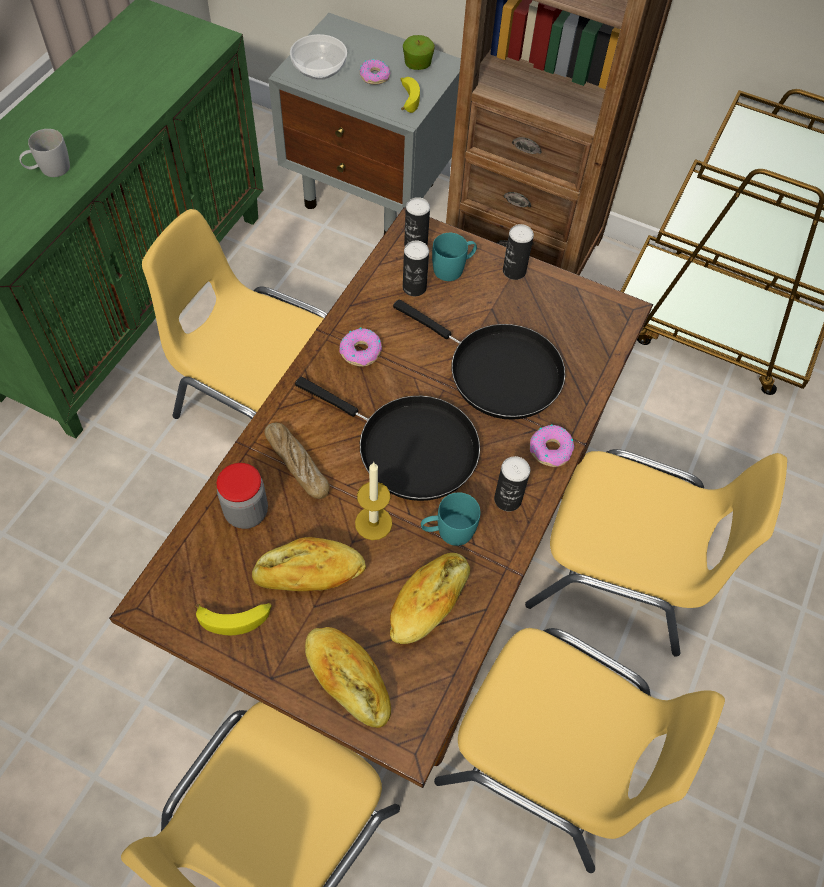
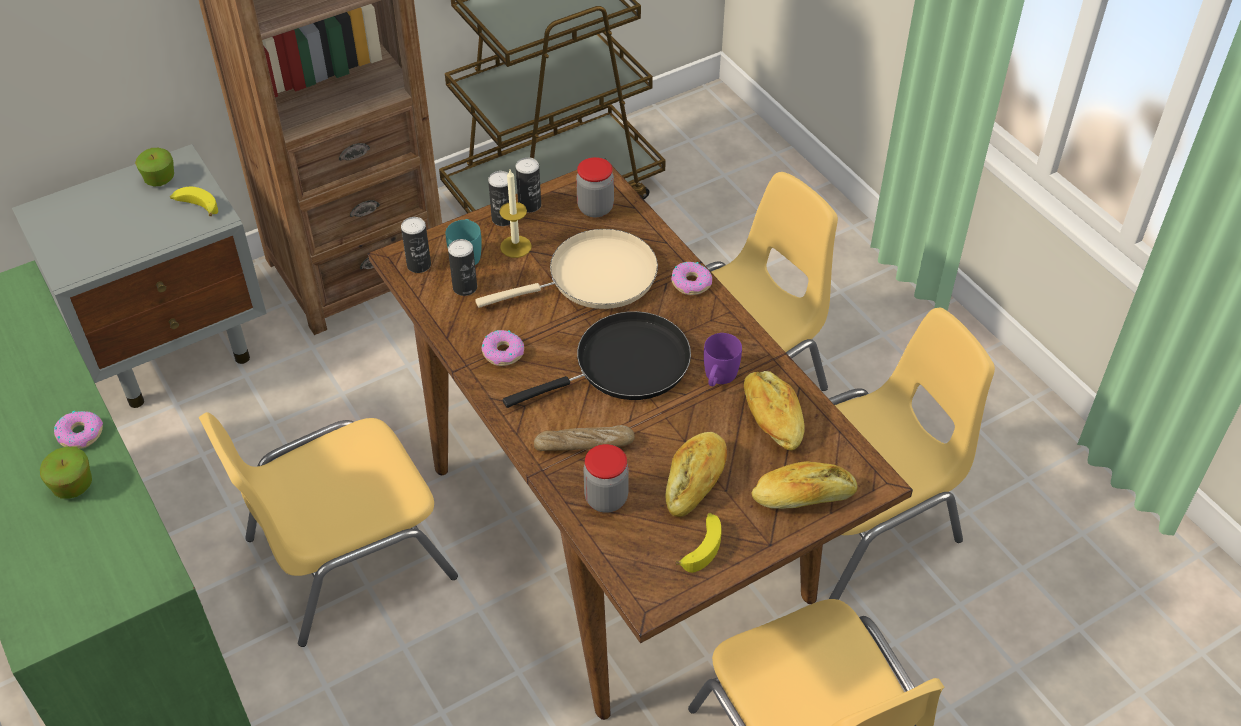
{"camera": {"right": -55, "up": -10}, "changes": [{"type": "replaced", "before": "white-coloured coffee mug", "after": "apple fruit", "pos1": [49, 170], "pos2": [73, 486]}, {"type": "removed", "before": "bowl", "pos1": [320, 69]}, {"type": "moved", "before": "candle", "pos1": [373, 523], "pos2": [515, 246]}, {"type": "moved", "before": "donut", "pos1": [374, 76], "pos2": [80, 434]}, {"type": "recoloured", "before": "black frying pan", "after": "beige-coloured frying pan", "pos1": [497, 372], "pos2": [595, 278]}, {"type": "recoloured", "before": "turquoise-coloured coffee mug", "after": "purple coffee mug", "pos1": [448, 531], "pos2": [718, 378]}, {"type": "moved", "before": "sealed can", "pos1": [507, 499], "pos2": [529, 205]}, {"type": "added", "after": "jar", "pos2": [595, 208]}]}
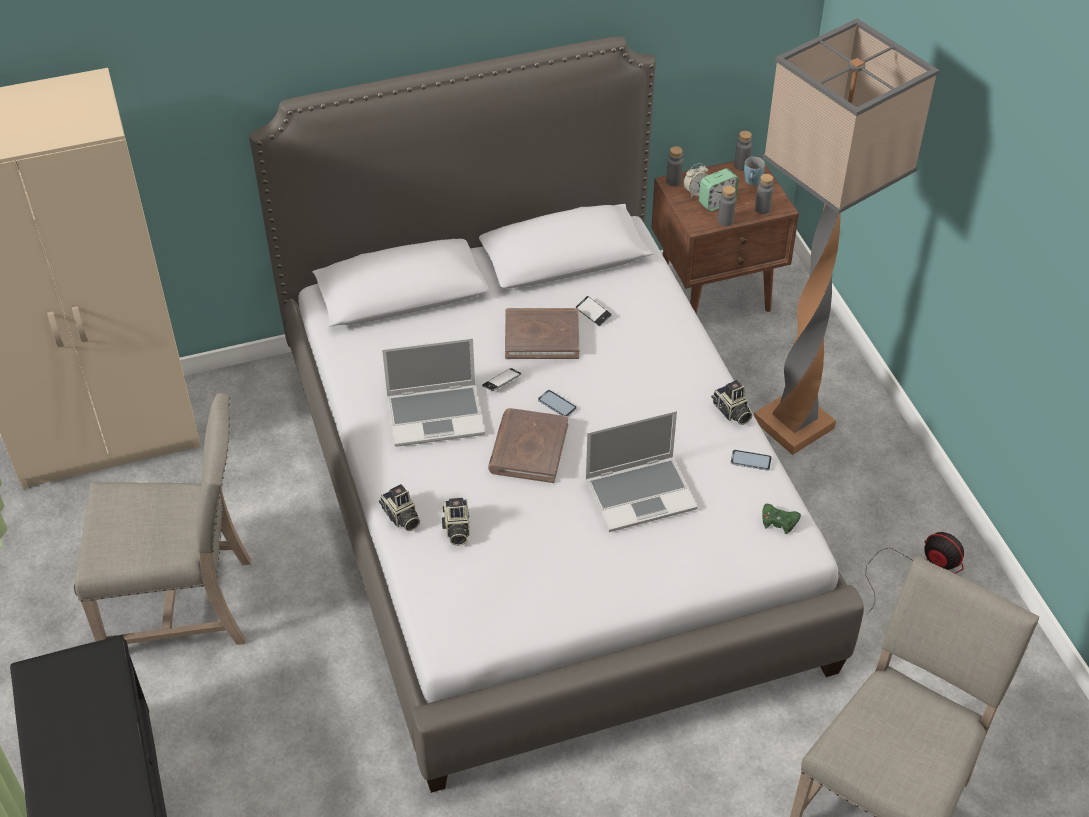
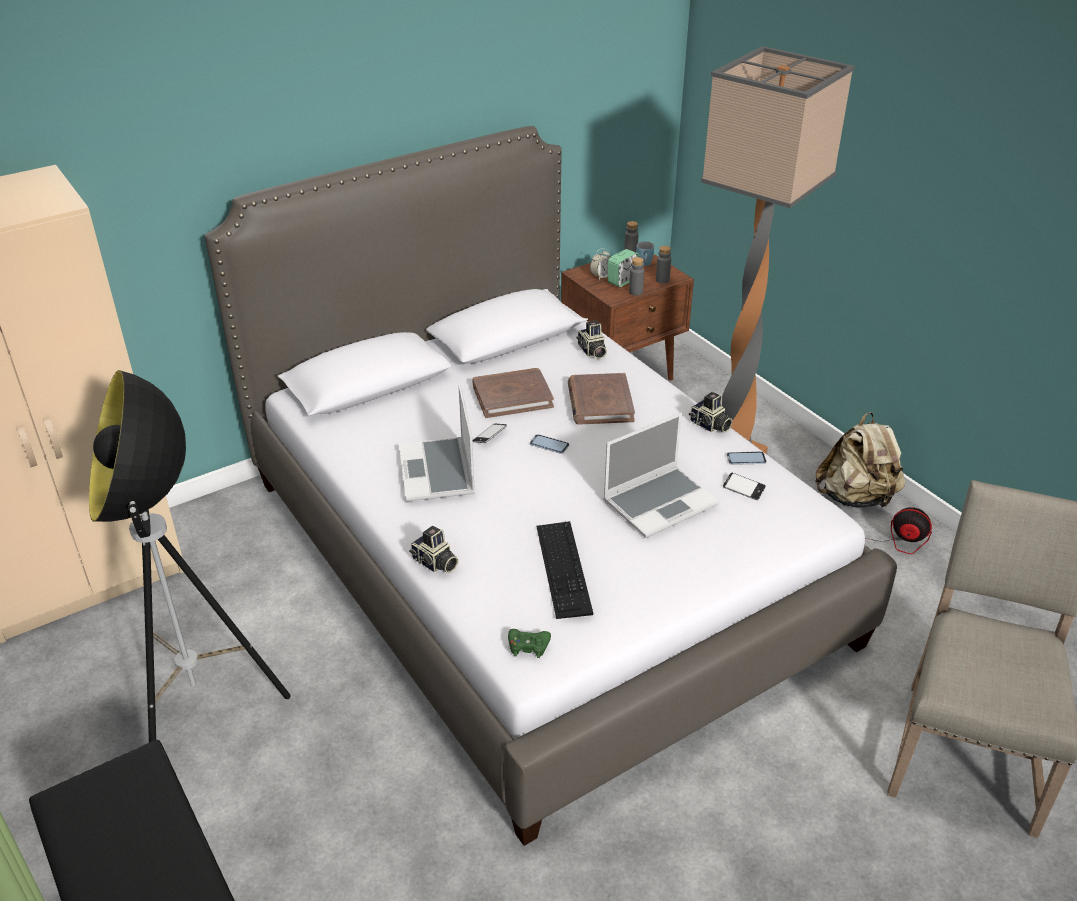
{"camera": {"right": -15, "up": -10}, "changes": [{"type": "replaced", "before": "beige-coloured chair", "after": "standard lamp", "pos1": [184, 604], "pos2": [204, 717]}, {"type": "turned", "before": "laptop", "pos1": [436, 415], "pos2": [438, 472], "turn": 105}, {"type": "moved", "before": "photo camera", "pos1": [456, 529], "pos2": [591, 351]}, {"type": "moved", "before": "brownish bound book", "pos1": [528, 448], "pos2": [600, 402]}, {"type": "moved", "before": "phone", "pos1": [593, 313], "pos2": [743, 489]}, {"type": "removed", "before": "grey drink bottle", "pos1": [673, 181]}, {"type": "moved", "before": "green-coloured gamepad", "pos1": [779, 521], "pos2": [528, 646]}, {"type": "added", "after": "keyboard", "pos2": [563, 568]}, {"type": "added", "after": "beige-coloured knapsack", "pos2": [856, 497]}]}
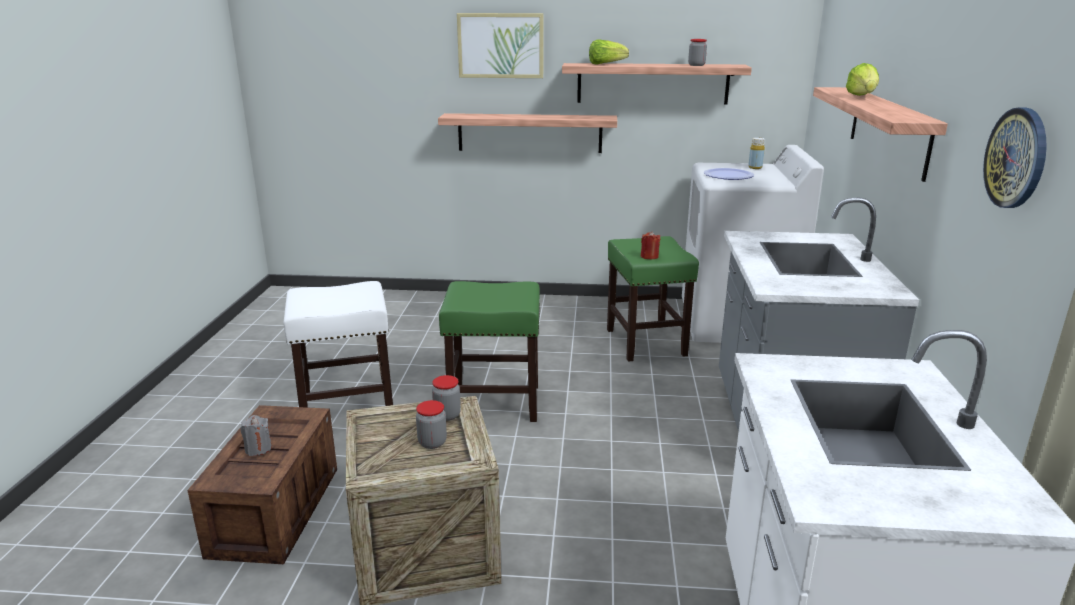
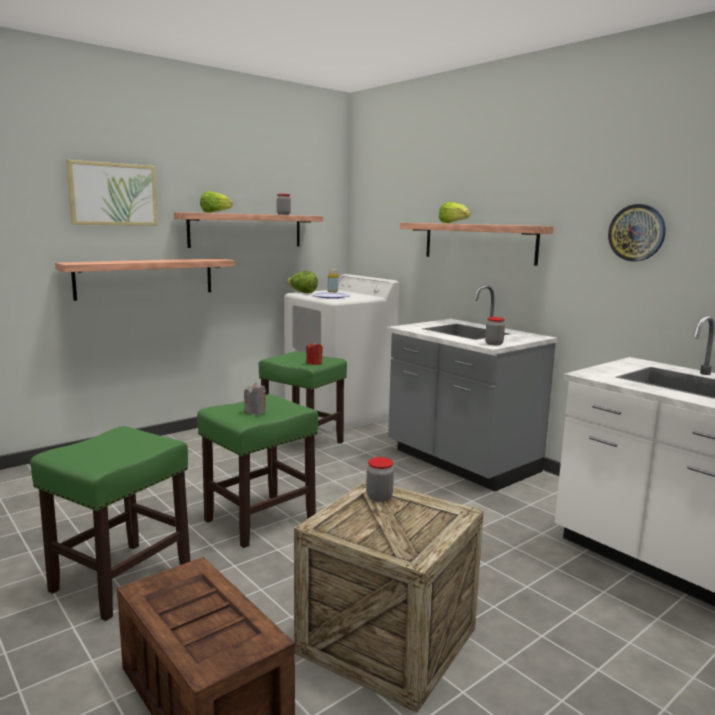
{"camera": {"right": -45, "up": -10}, "changes": [{"type": "moved", "before": "grey candle", "pos1": [258, 449], "pos2": [255, 411]}, {"type": "recoloured", "before": "white-coloured stool", "after": "green-coloured stool", "pos1": [346, 406], "pos2": [120, 580]}, {"type": "moved", "before": "jar", "pos1": [432, 442], "pos2": [494, 344]}, {"type": "added", "after": "head of lettuce", "pos2": [302, 292]}]}
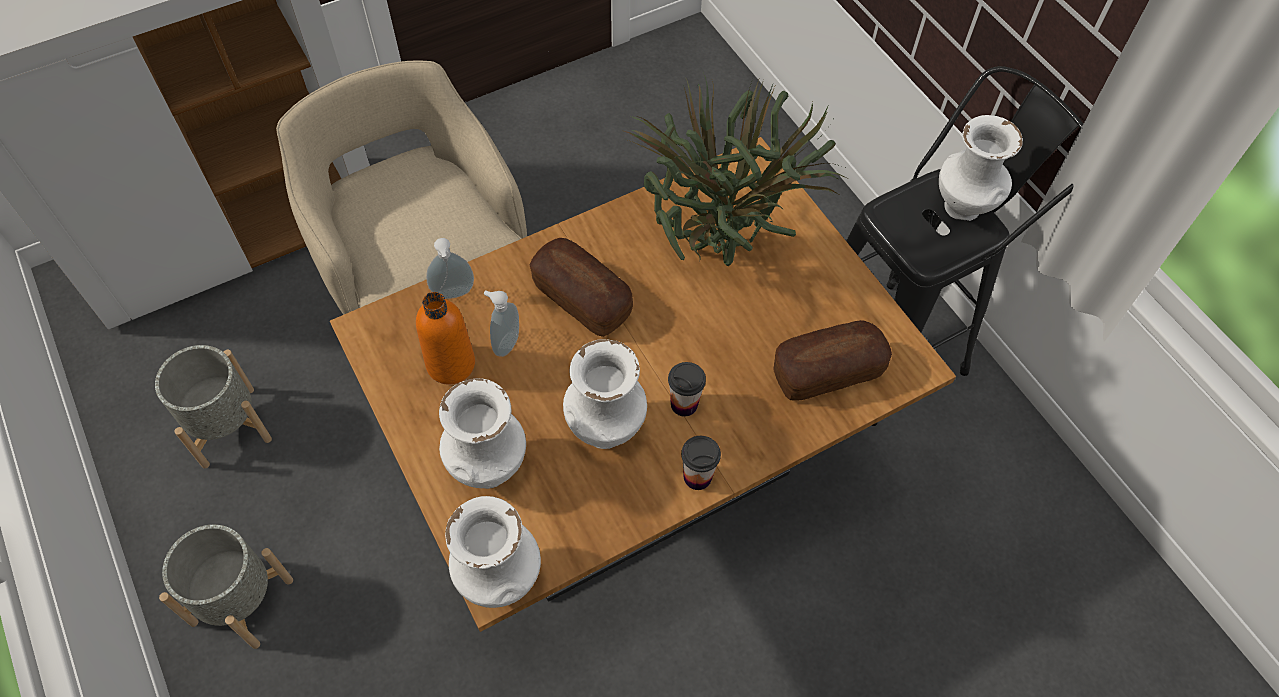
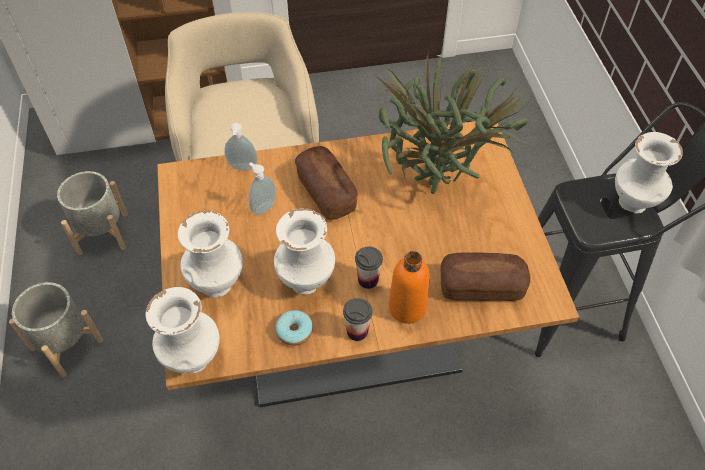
{"camera": {"right": 20, "up": -5}, "changes": [{"type": "moved", "before": "orange-coloured drink bottle", "pos1": [451, 364], "pos2": [407, 307]}, {"type": "added", "after": "donut", "pos2": [294, 331]}]}
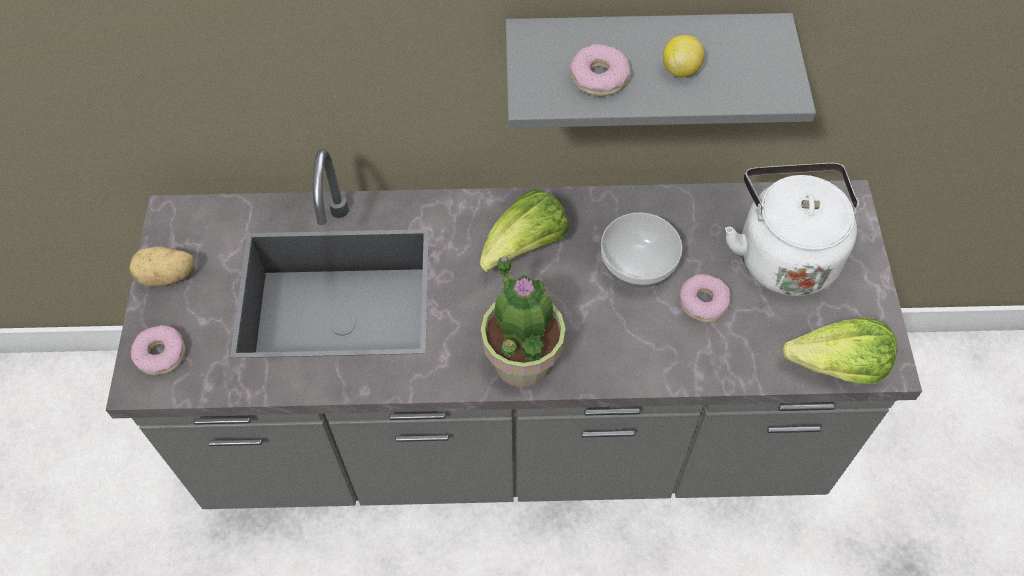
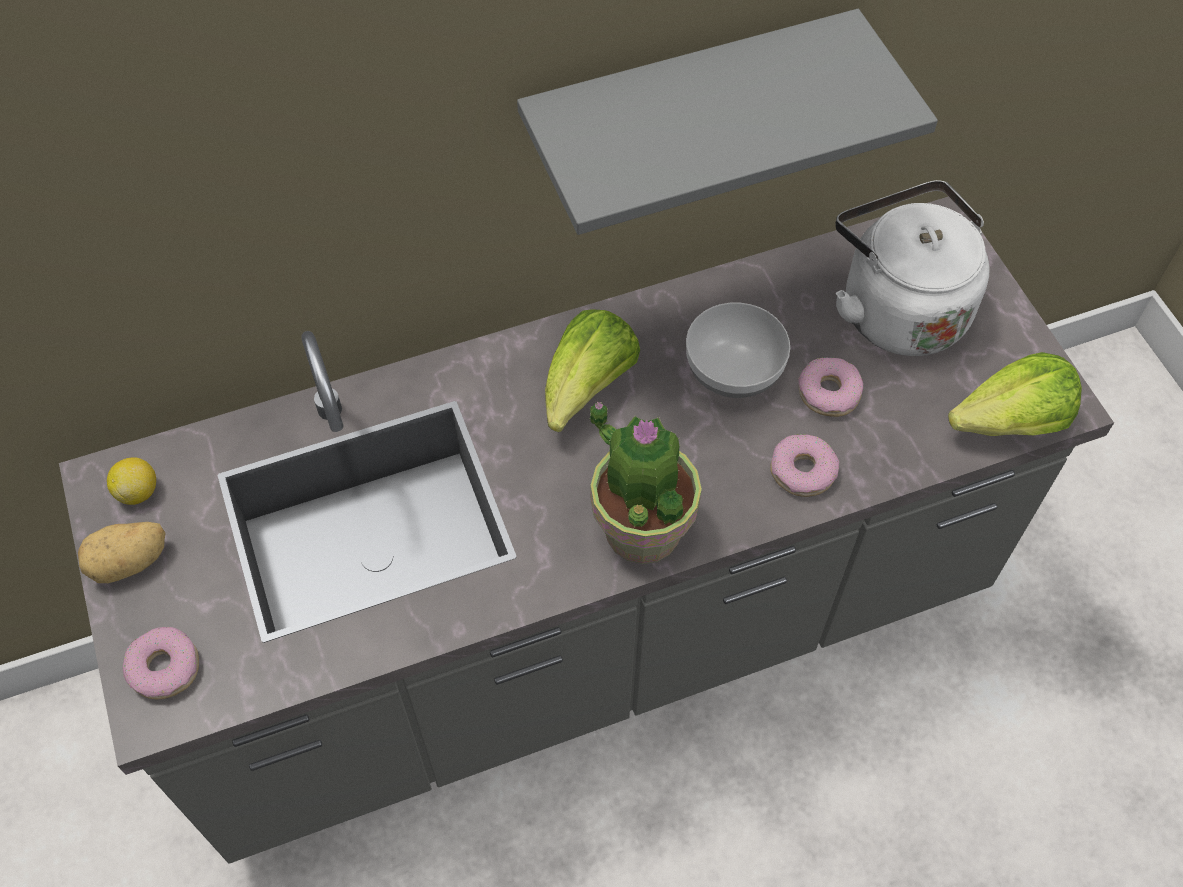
{"camera": {"right": -20, "up": 0}, "changes": [{"type": "moved", "before": "donut", "pos1": [599, 77], "pos2": [802, 471]}, {"type": "moved", "before": "citrus fruit", "pos1": [680, 70], "pos2": [138, 491]}]}
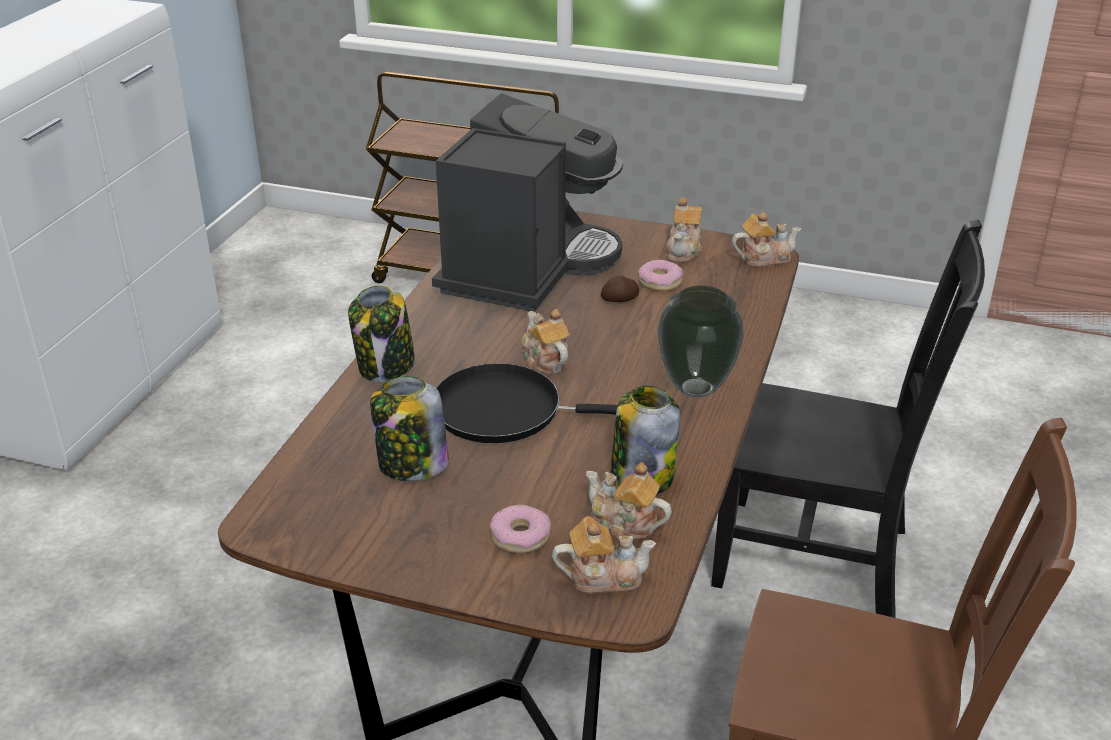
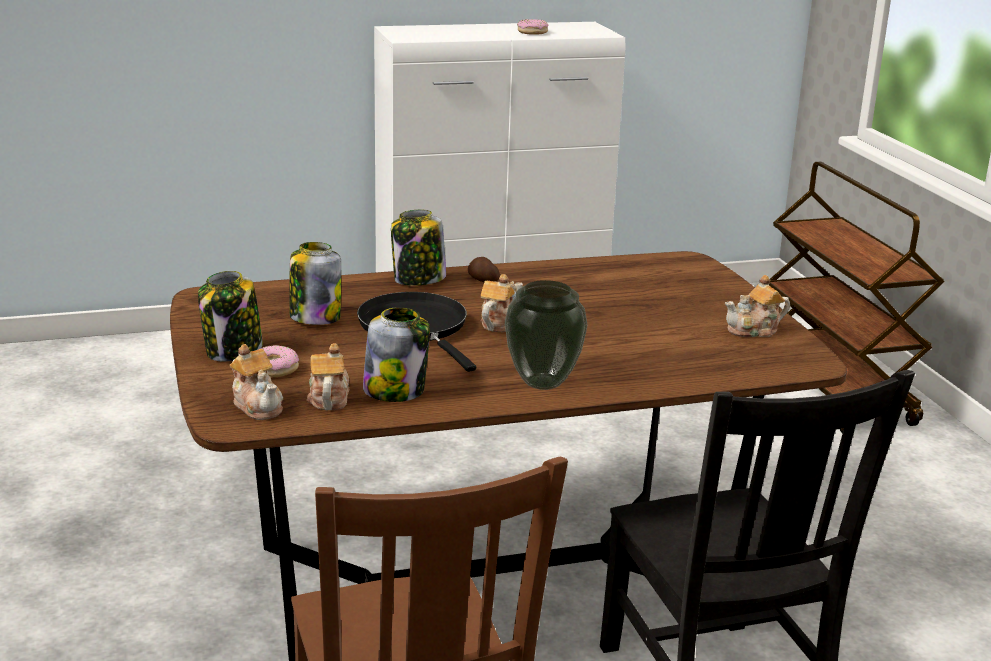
{"camera": {"right": 55, "up": -10}, "changes": [{"type": "removed", "before": "coffee maker", "pos1": [526, 267]}, {"type": "moved", "before": "potato", "pos1": [620, 300], "pos2": [482, 280]}, {"type": "moved", "before": "donut", "pos1": [660, 282], "pos2": [532, 32]}, {"type": "removed", "before": "tea pot", "pos1": [763, 258]}, {"type": "added", "after": "jar", "pos2": [233, 351]}]}
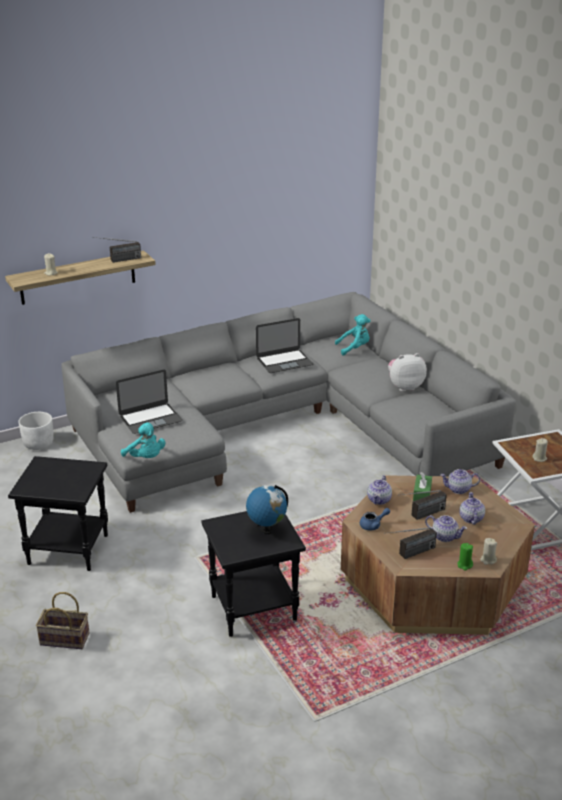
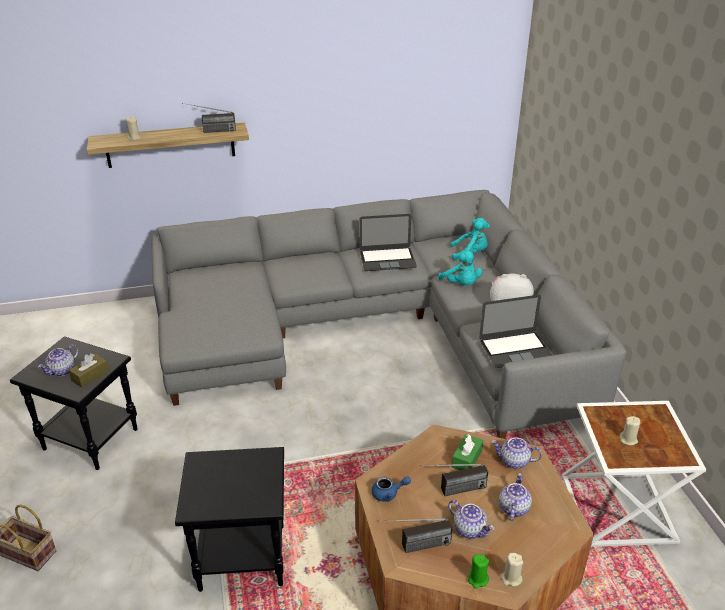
{"camera": {"right": 15, "up": 5}, "changes": [{"type": "removed", "before": "white-coloured planter", "pos1": [39, 444]}, {"type": "moved", "before": "laptop", "pos1": [150, 418], "pos2": [515, 349]}, {"type": "moved", "before": "turquoise-coloured cuddly toy", "pos1": [146, 458], "pos2": [461, 284]}, {"type": "removed", "before": "globe", "pos1": [266, 530]}, {"type": "moved", "before": "tea pot", "pos1": [379, 500], "pos2": [62, 371]}, {"type": "added", "after": "brownish tissue holder", "pos2": [90, 376]}]}
